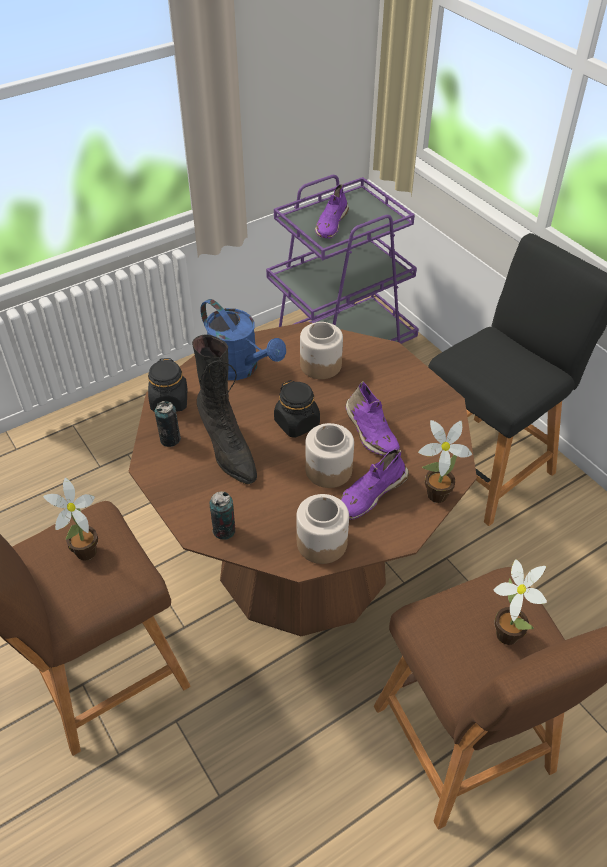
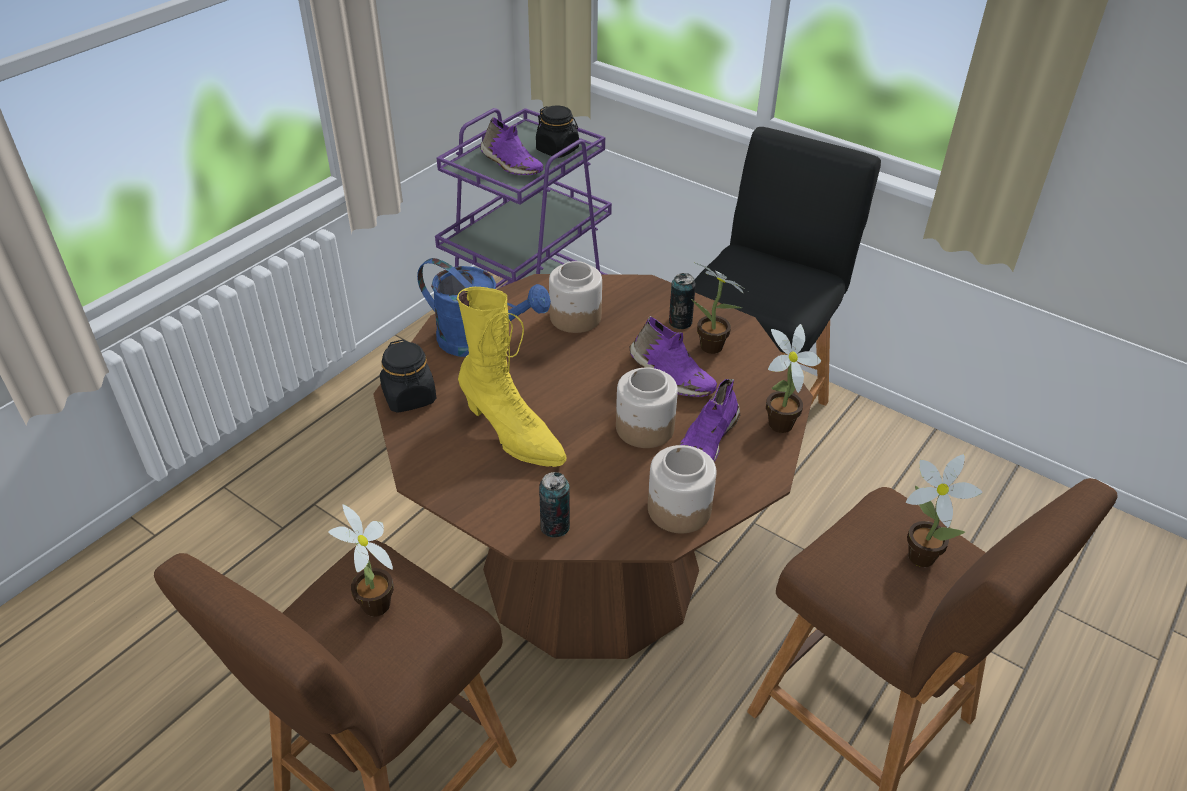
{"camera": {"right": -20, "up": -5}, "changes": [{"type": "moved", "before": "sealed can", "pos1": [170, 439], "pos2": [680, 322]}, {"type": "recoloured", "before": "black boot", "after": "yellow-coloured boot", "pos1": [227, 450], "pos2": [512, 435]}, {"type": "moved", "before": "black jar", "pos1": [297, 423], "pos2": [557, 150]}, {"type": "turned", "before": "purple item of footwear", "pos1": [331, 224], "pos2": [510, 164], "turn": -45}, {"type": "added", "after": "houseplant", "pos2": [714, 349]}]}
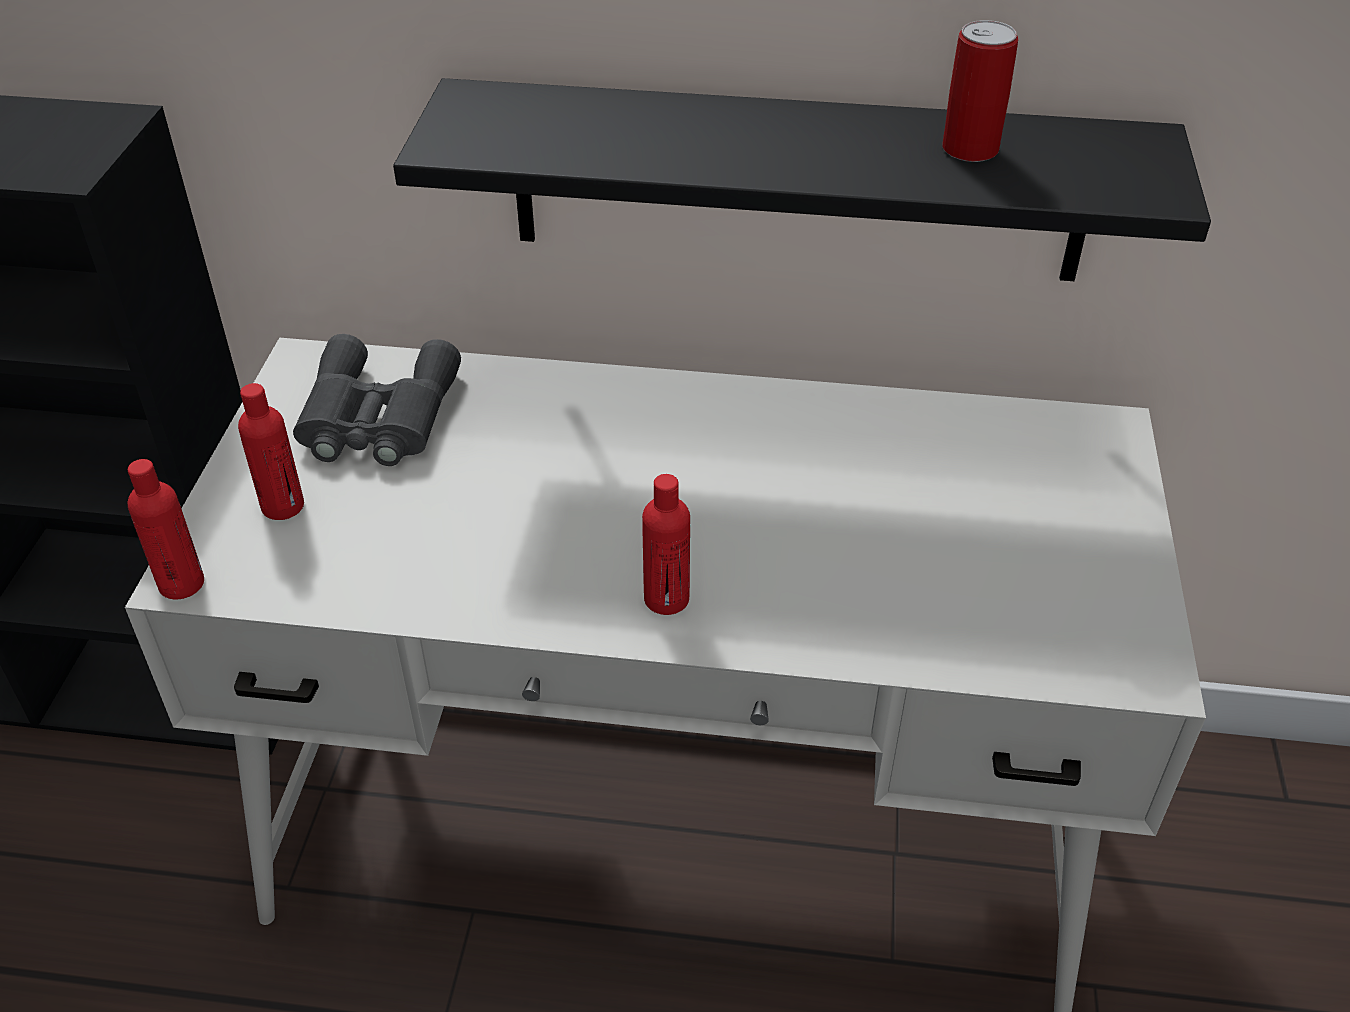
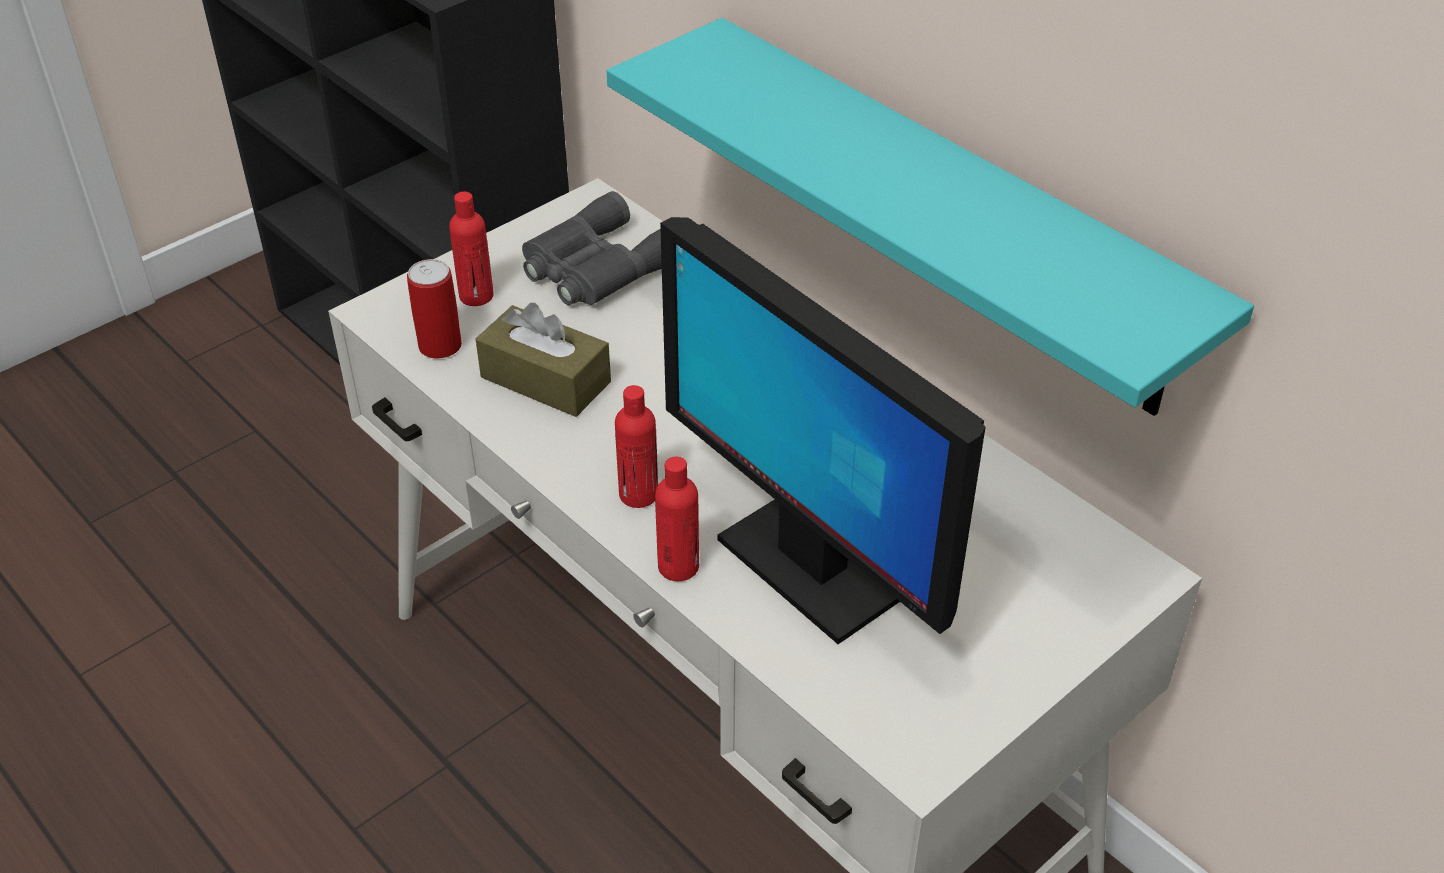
{"camera": {"right": 40, "up": 0}, "changes": [{"type": "moved", "before": "reddish drink bottle", "pos1": [181, 584], "pos2": [678, 566]}, {"type": "recoloured", "before": "black wall shelf", "after": "turquoise-coloured wall shelf", "pos1": [797, 182], "pos2": [948, 215]}, {"type": "moved", "before": "sealed can", "pos1": [970, 149], "pos2": [440, 346]}, {"type": "added", "after": "brownish tissue holder", "pos2": [545, 379]}, {"type": "added", "after": "computer screen", "pos2": [810, 566]}]}
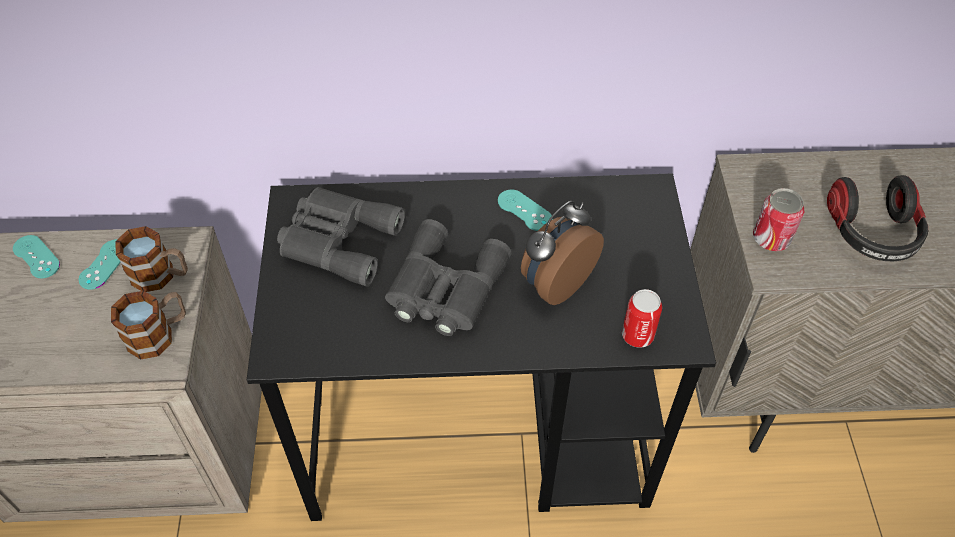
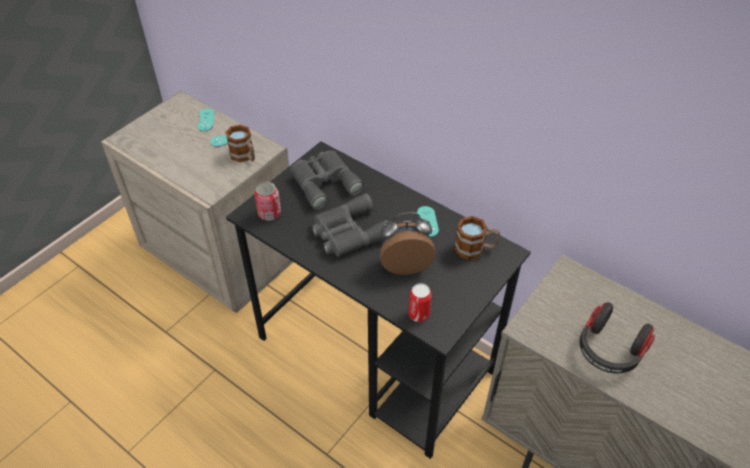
{"camera": {"right": 40, "up": -5}, "changes": [{"type": "moved", "before": "coffee mug", "pos1": [159, 334], "pos2": [475, 249]}, {"type": "moved", "before": "sealed can", "pos1": [771, 238], "pos2": [269, 213]}]}
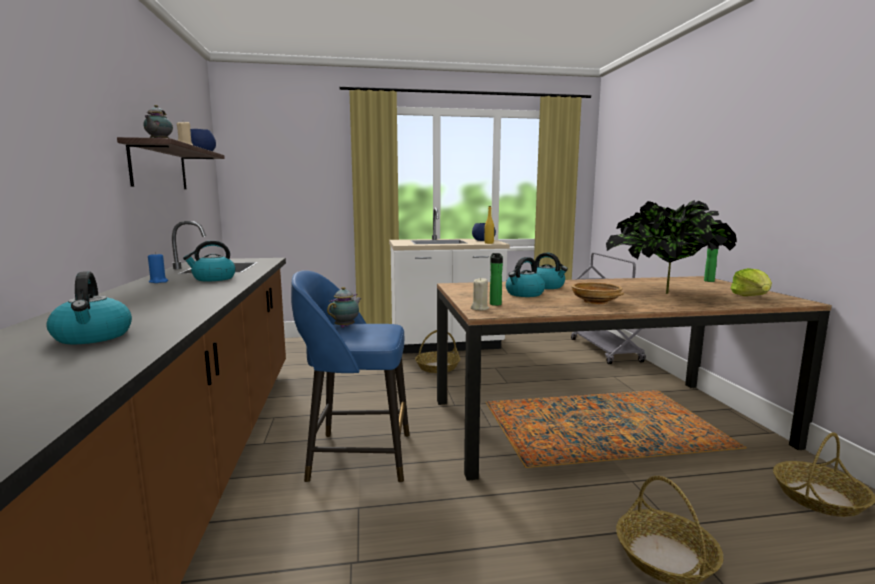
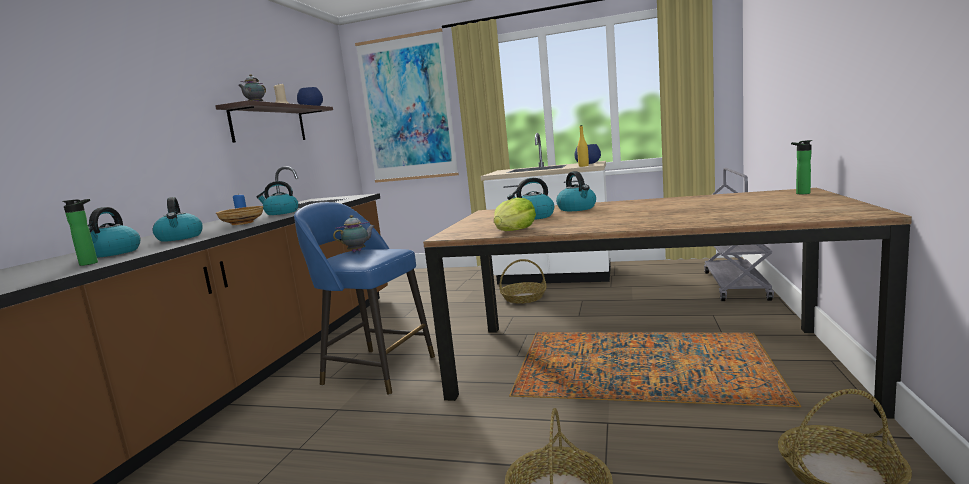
{"camera": {"right": 25, "up": 0}, "changes": [{"type": "removed", "before": "beige-coloured candle", "pos1": [479, 308]}, {"type": "moved", "before": "drink bottle", "pos1": [495, 304], "pos2": [91, 263]}, {"type": "moved", "before": "beige-coloured bowl", "pos1": [596, 302], "pos2": [242, 223]}, {"type": "removed", "before": "houseplant", "pos1": [664, 293]}, {"type": "moved", "before": "head of lettuce", "pos1": [751, 296], "pos2": [514, 231]}, {"type": "added", "after": "tea kettle", "pos2": [180, 238]}, {"type": "added", "after": "wall picture", "pos2": [407, 109]}]}
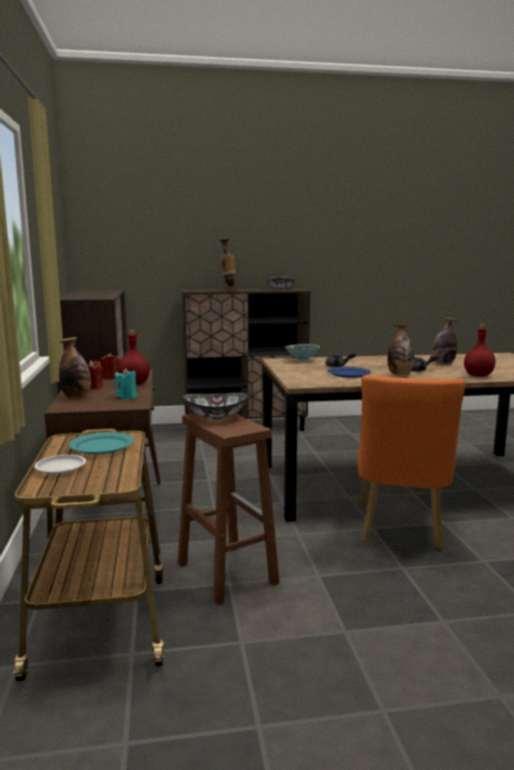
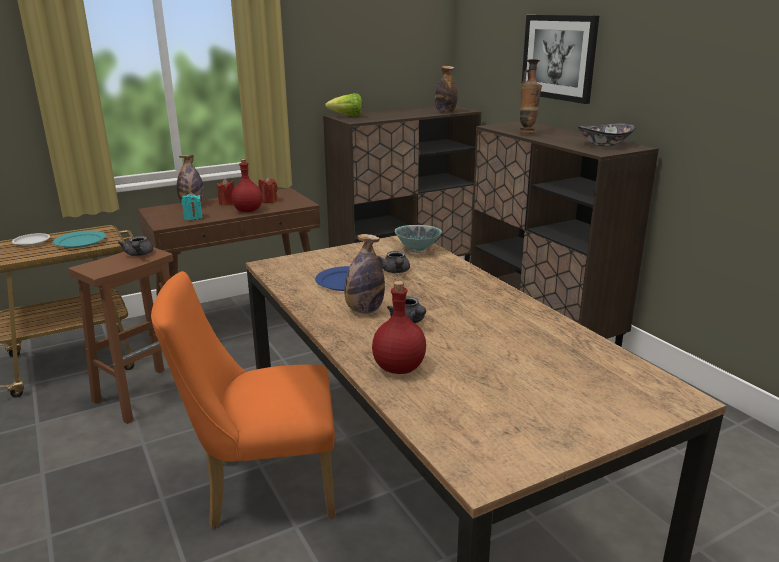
{"camera": {"right": 70, "up": 10}, "changes": [{"type": "replaced", "before": "bowl", "after": "grey tea pot", "pos1": [216, 416], "pos2": [139, 255]}, {"type": "moved", "before": "drink bottle", "pos1": [443, 364], "pos2": [445, 112]}, {"type": "added", "after": "head of lettuce", "pos2": [347, 116]}, {"type": "added", "after": "wall picture", "pos2": [558, 57]}]}
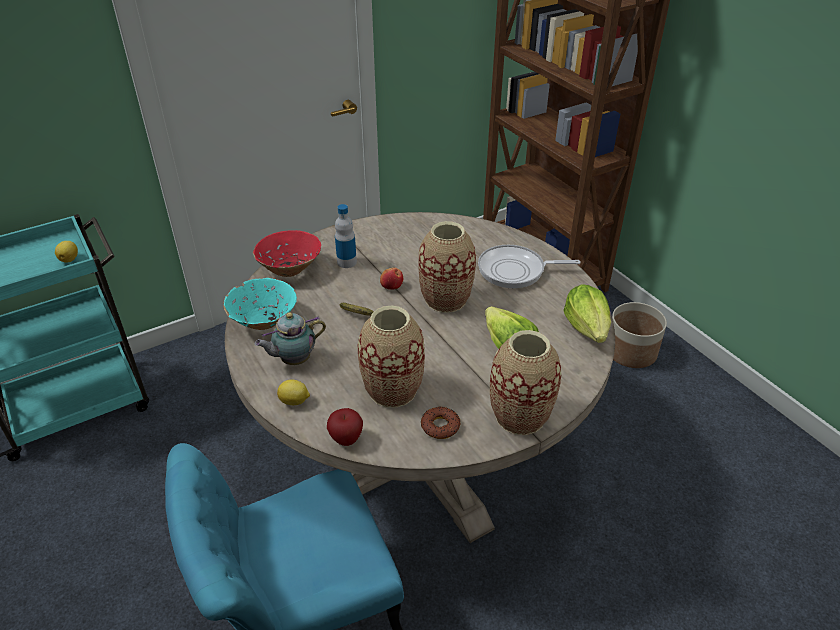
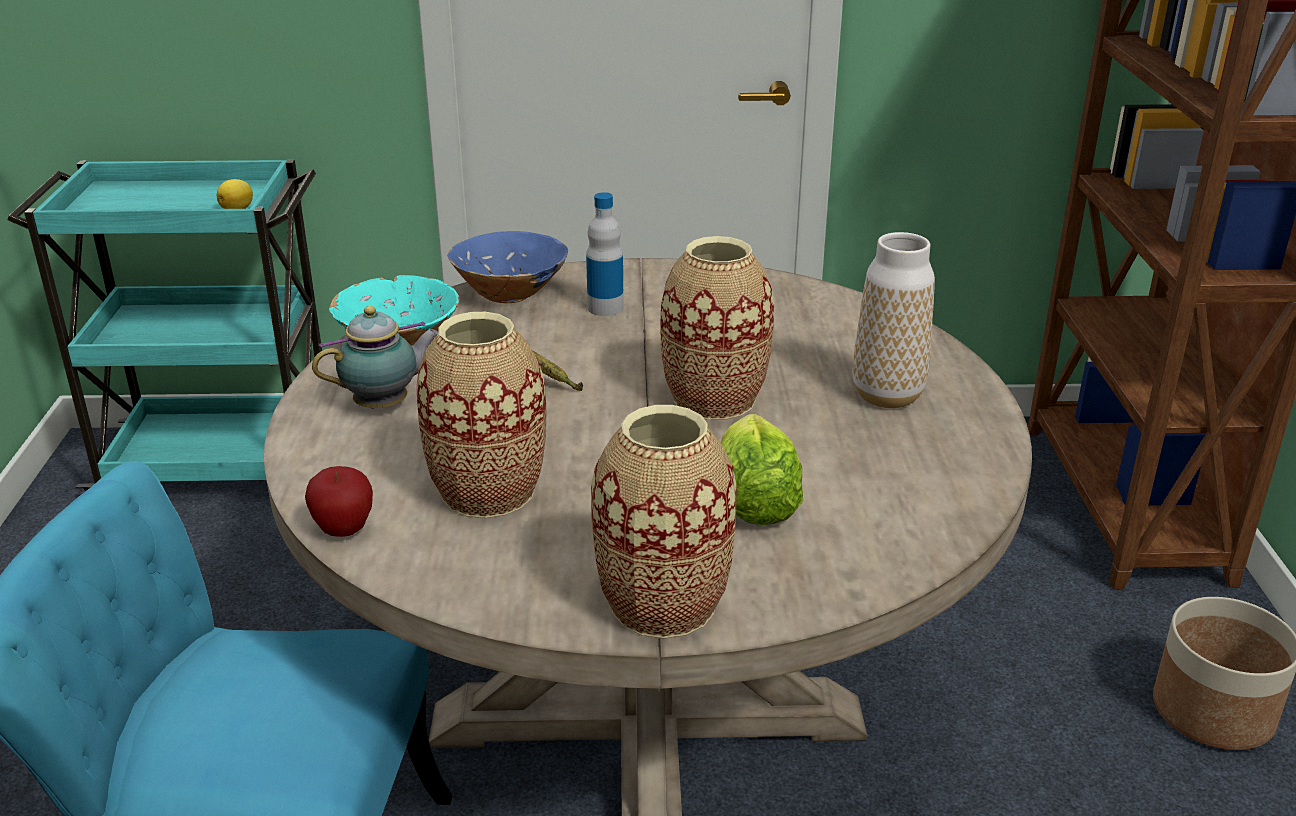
{"camera": {"right": 30, "up": -10}, "changes": [{"type": "recoloured", "before": "reddish bowl", "after": "blue bowl", "pos1": [290, 269], "pos2": [509, 294]}, {"type": "turned", "before": "tea pot", "pos1": [293, 360], "pos2": [385, 405], "turn": 150}, {"type": "removed", "before": "citrus fruit", "pos1": [294, 401]}, {"type": "removed", "before": "apple fruit", "pos1": [391, 286]}, {"type": "removed", "before": "donut", "pos1": [440, 426]}, {"type": "replaced", "before": "frying pan", "after": "decorative vase", "pos1": [515, 271], "pos2": [887, 395]}, {"type": "removed", "before": "head of lettuce", "pos1": [587, 328]}]}
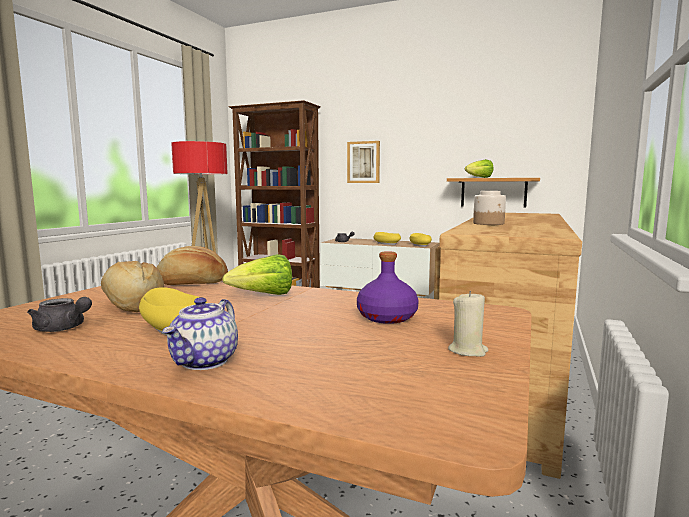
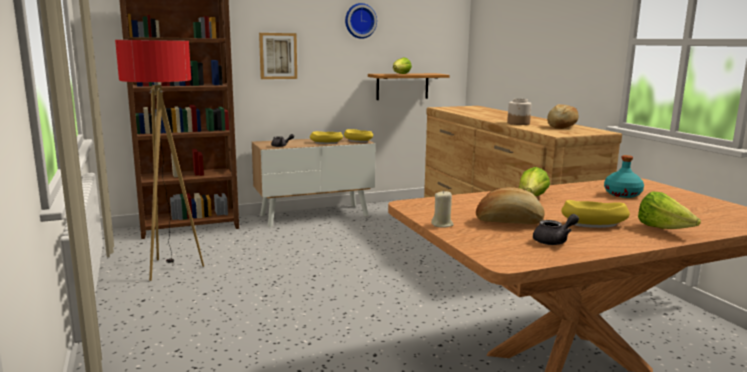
{"camera": {"right": -45, "up": 5}, "changes": [{"type": "moved", "before": "baked bread", "pos1": [192, 283], "pos2": [561, 127]}, {"type": "replaced", "before": "tea pot", "after": "head of lettuce", "pos1": [205, 362], "pos2": [663, 229]}, {"type": "recoloured", "before": "purple drink bottle", "after": "turquoise-coloured drink bottle", "pos1": [386, 317], "pos2": [622, 194]}, {"type": "moved", "before": "beige-coloured candle", "pos1": [468, 351], "pos2": [442, 224]}, {"type": "added", "after": "clock on the wall", "pos2": [360, 21]}]}
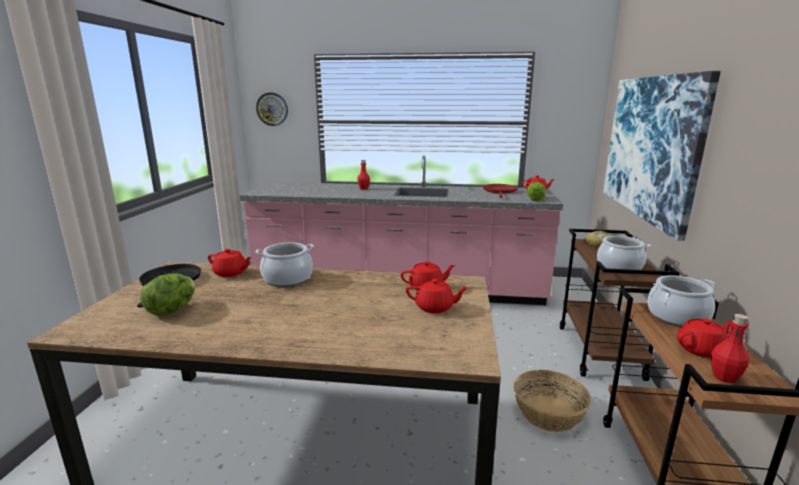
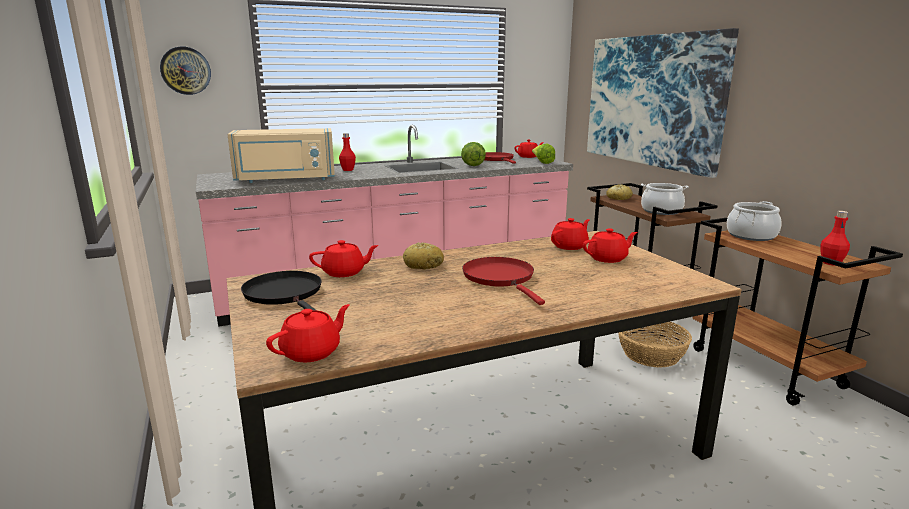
{"camera": {"right": -30, "up": 0}, "changes": [{"type": "moved", "before": "head of lettuce", "pos1": [172, 310], "pos2": [472, 165]}, {"type": "replaced", "before": "stockpot", "after": "baked bread", "pos1": [287, 279], "pos2": [423, 265]}, {"type": "moved", "before": "reddish tea pot", "pos1": [701, 349], "pos2": [312, 352]}, {"type": "added", "after": "beige-coloured microwave oven", "pos2": [286, 180]}, {"type": "added", "after": "reddish frying pan", "pos2": [500, 278]}]}
